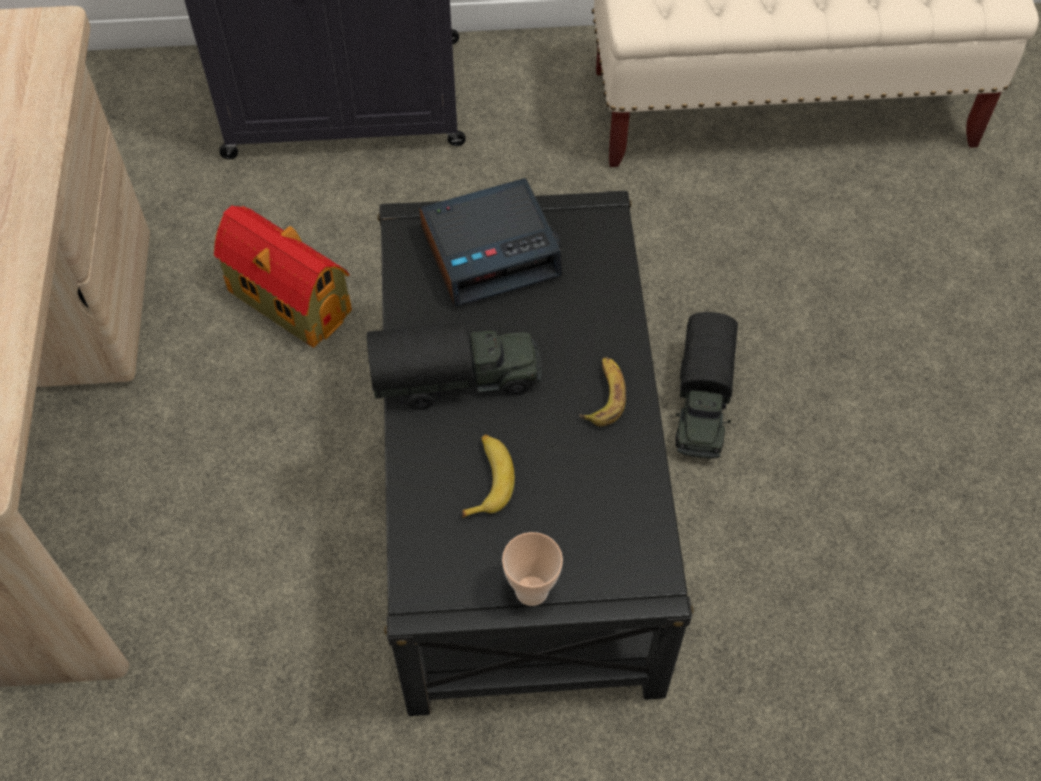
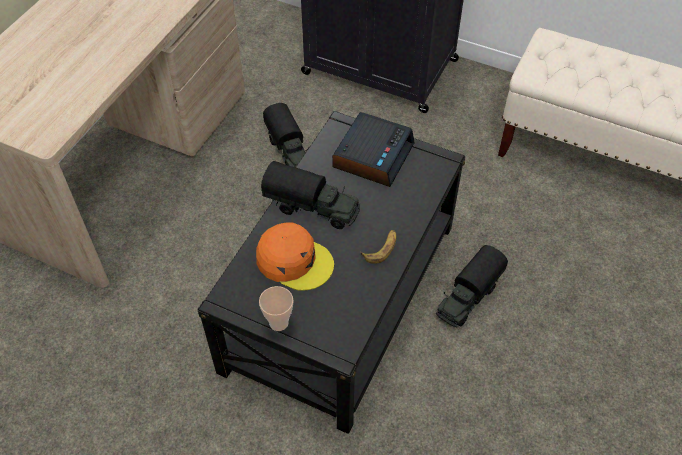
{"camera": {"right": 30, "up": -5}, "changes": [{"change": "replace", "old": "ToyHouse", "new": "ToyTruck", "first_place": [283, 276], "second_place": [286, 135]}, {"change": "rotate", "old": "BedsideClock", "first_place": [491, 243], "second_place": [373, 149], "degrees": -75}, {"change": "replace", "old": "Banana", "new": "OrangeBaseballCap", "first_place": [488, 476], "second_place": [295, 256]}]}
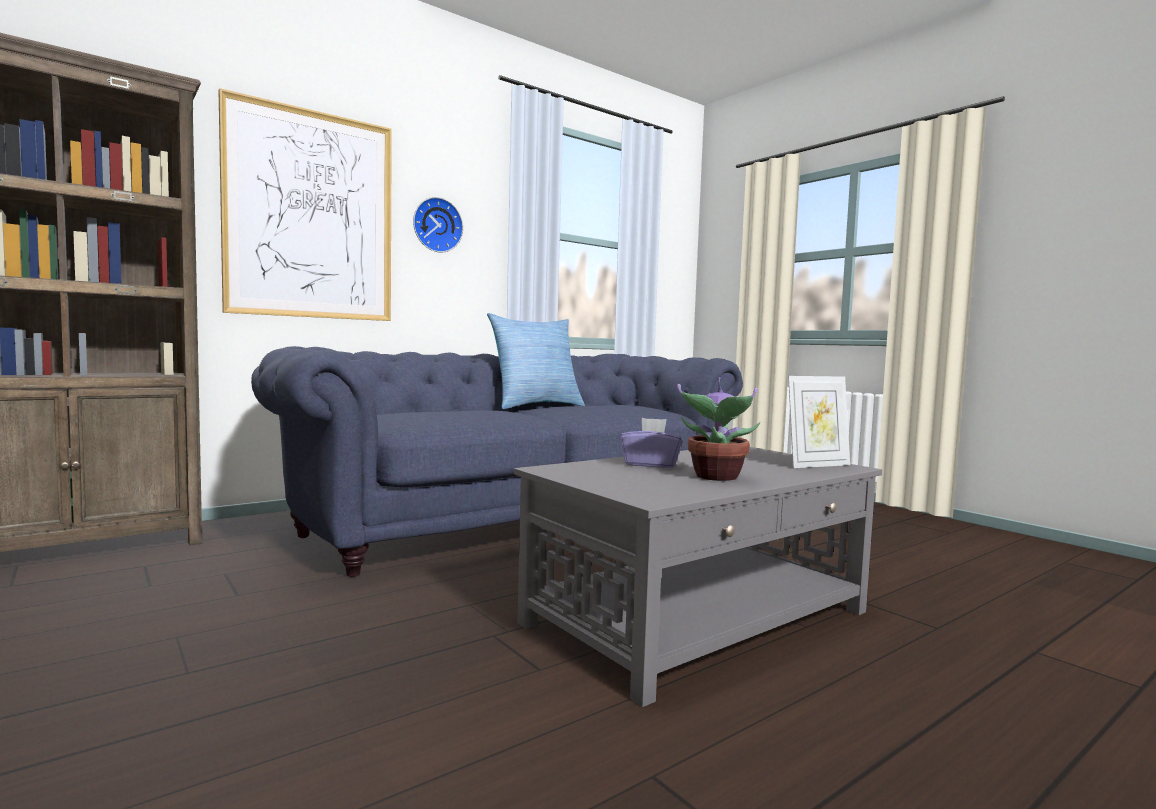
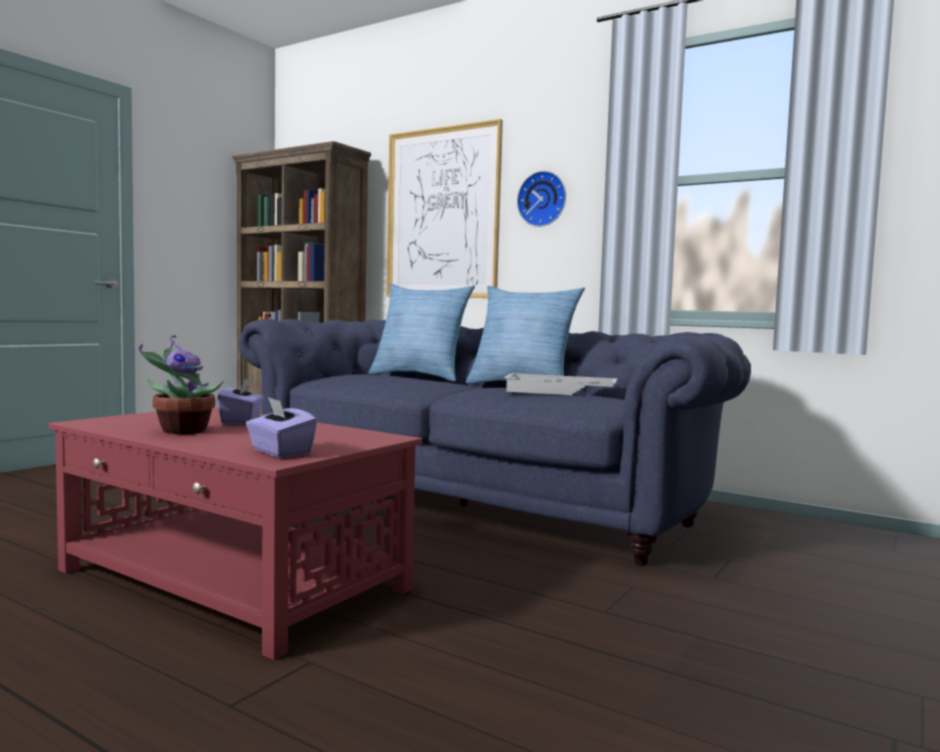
{"camera": {"right": 70, "up": 0}, "changes": [{"change": "recolor", "old": "GreyCoffeeTable", "new": "RedColouredCoffeeTable", "first_place": [698, 577], "second_place": [235, 533]}, {"change": "replace", "old": "PictureFrame", "new": "PurplishTissueHolder", "first_place": [819, 422], "second_place": [281, 427]}, {"change": "insert", "new": "Cushion", "second_place": [422, 333]}, {"change": "insert", "new": "WhiteServingTray", "second_place": [560, 384]}]}
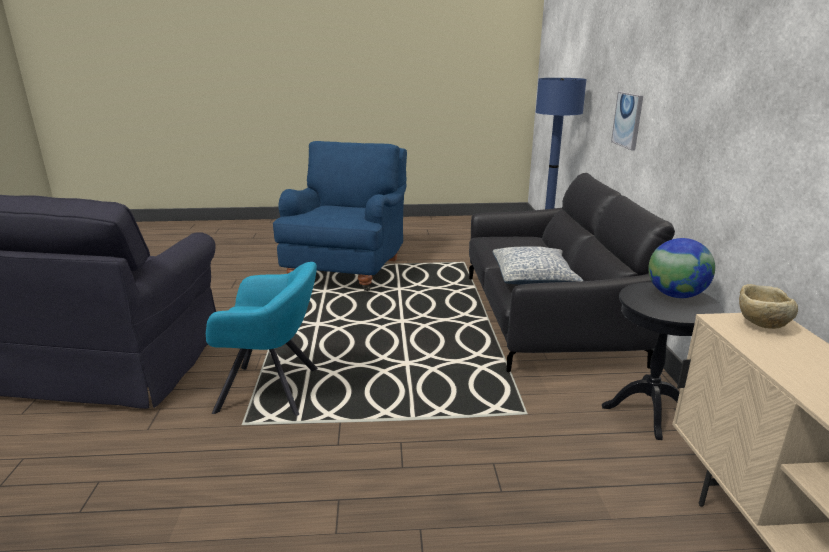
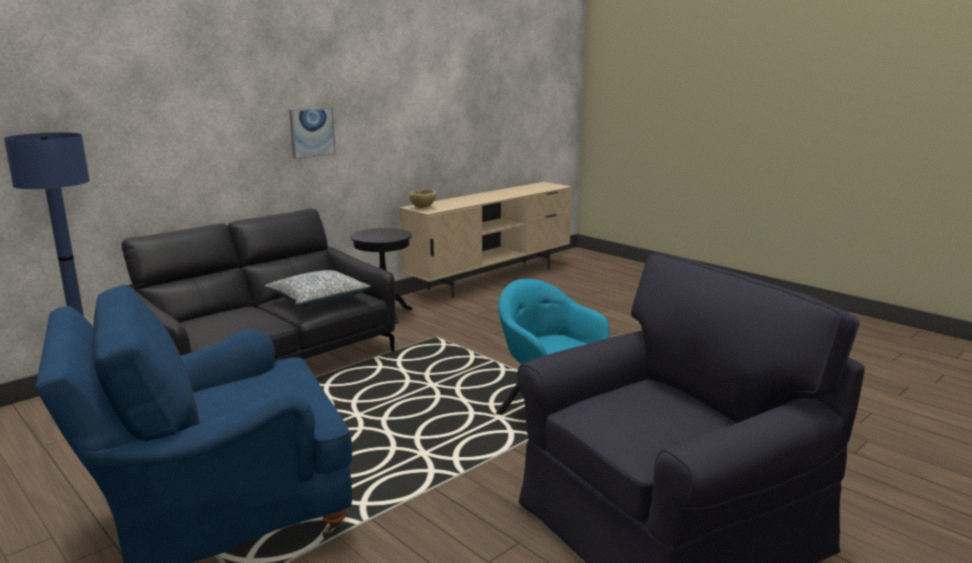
{"camera": {"right": -130, "up": -5}, "changes": [{"change": "move", "old": "Picture", "first_place": [627, 121], "second_place": [312, 133]}, {"change": "delete", "old": "Globe", "first_place": [681, 268]}]}
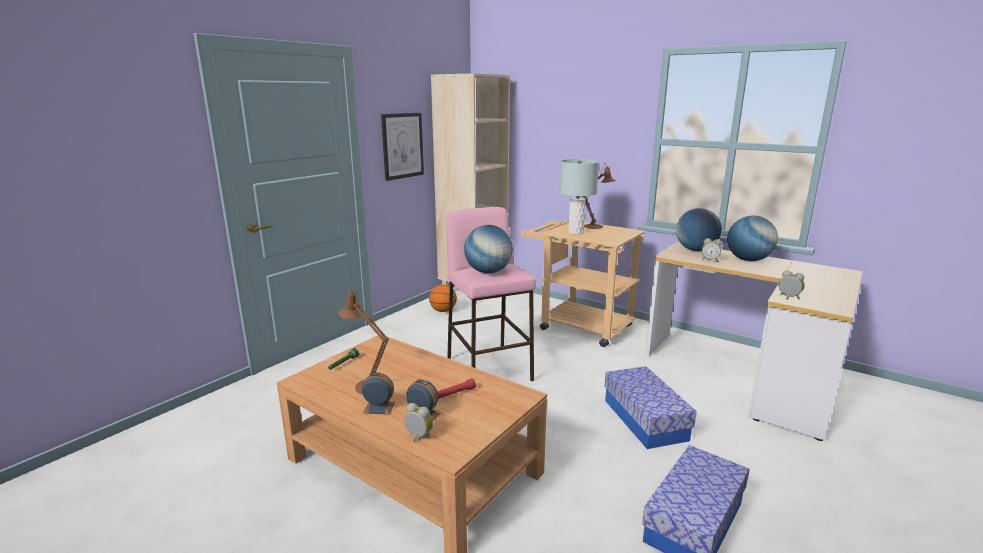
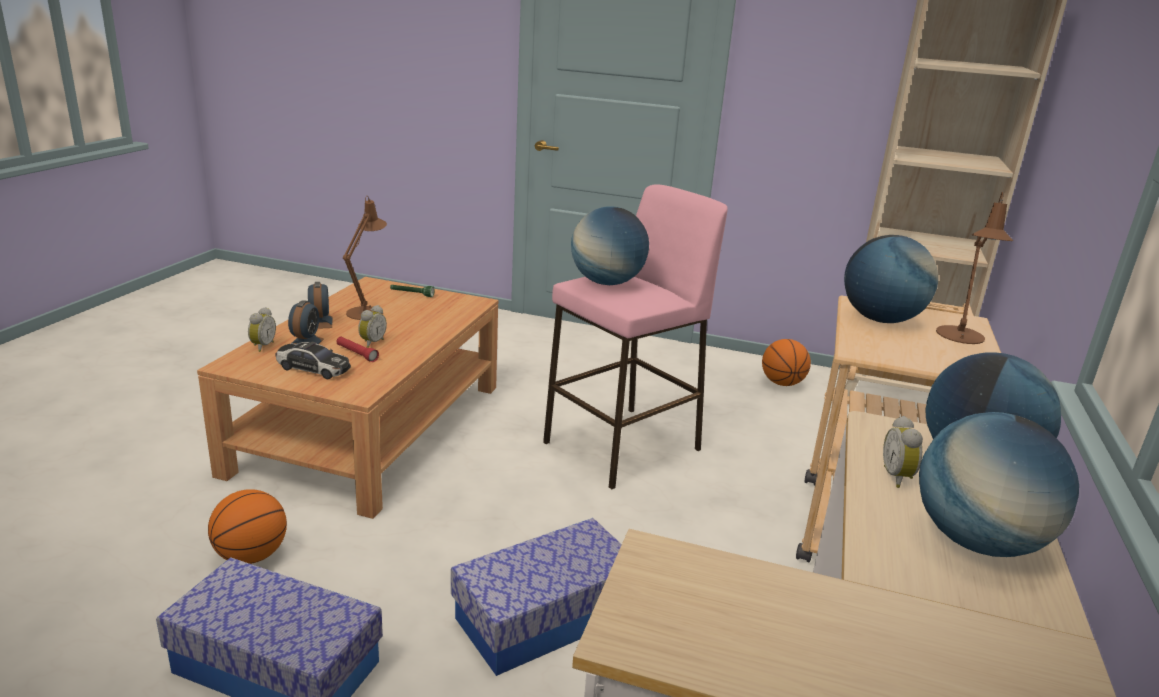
{"camera": {"right": 70, "up": 5}, "changes": [{"change": "delete", "old": "Picture", "first_place": [402, 147]}, {"change": "replace", "old": "GreyTabletopLamp", "new": "Globe", "first_place": [579, 196], "second_place": [891, 279]}, {"change": "move", "old": "BedsideClock", "first_place": [791, 285], "second_place": [372, 326]}, {"change": "insert", "new": "BallForBasketball", "second_place": [247, 526]}, {"change": "insert", "new": "ModelCar", "second_place": [313, 360]}]}
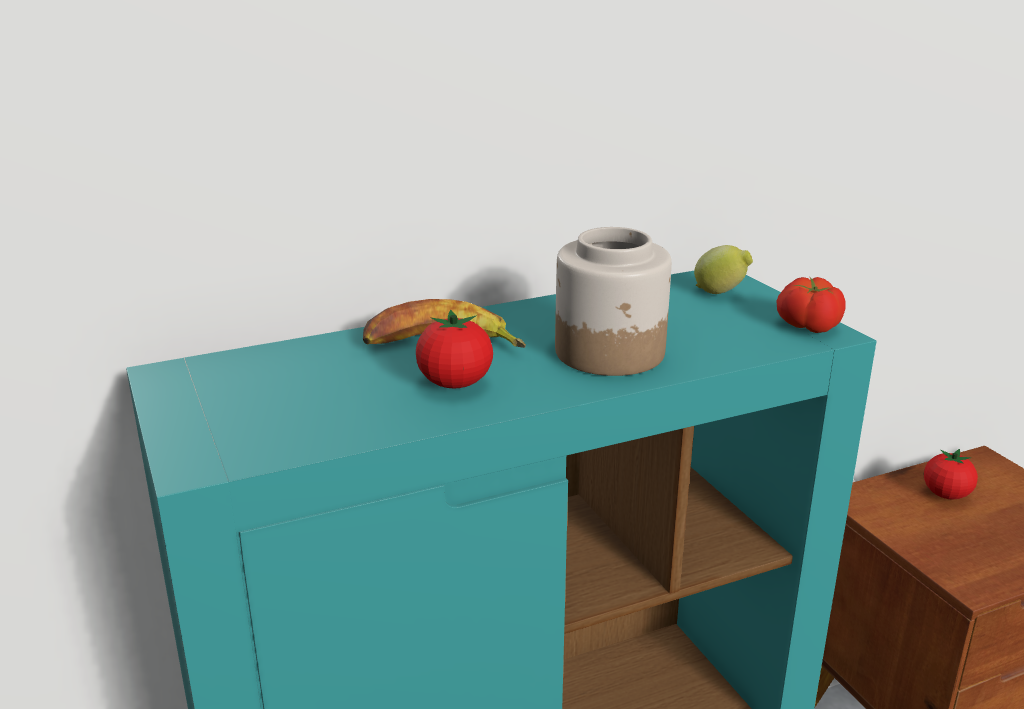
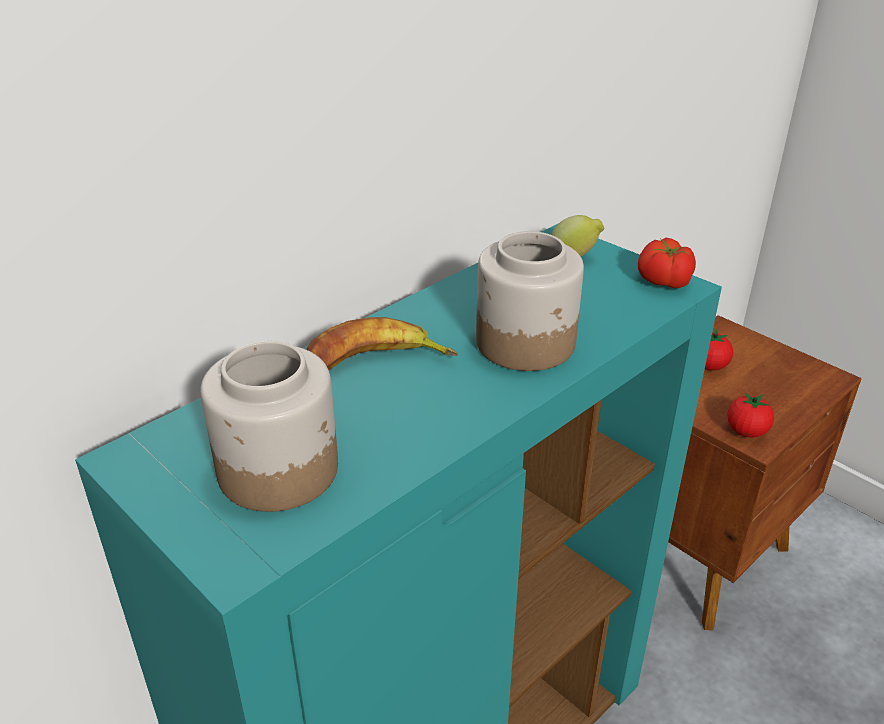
{"camera": {"right": -20, "up": 10}, "changes": [{"change": "move", "old": "FreshTomato", "first_place": [454, 349], "second_place": [750, 415]}, {"change": "insert", "new": "PreserveJar", "second_place": [269, 426]}]}
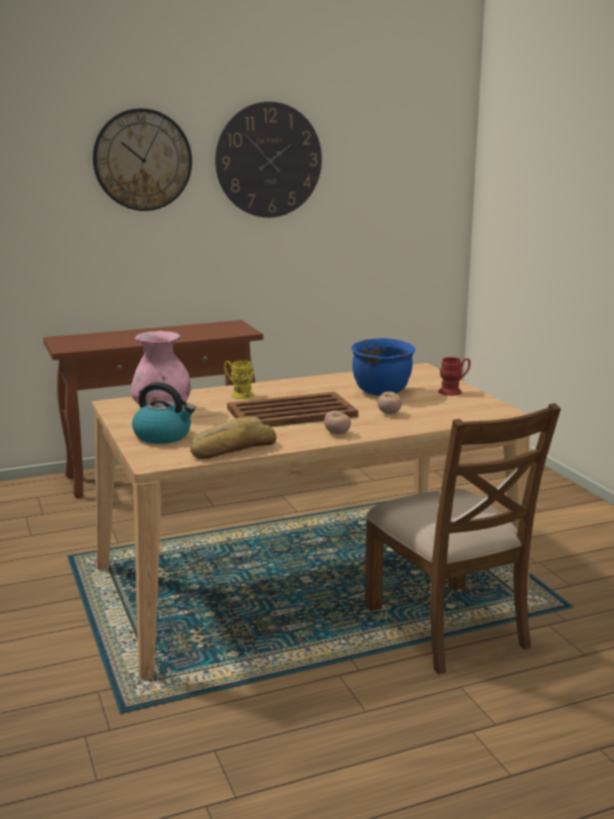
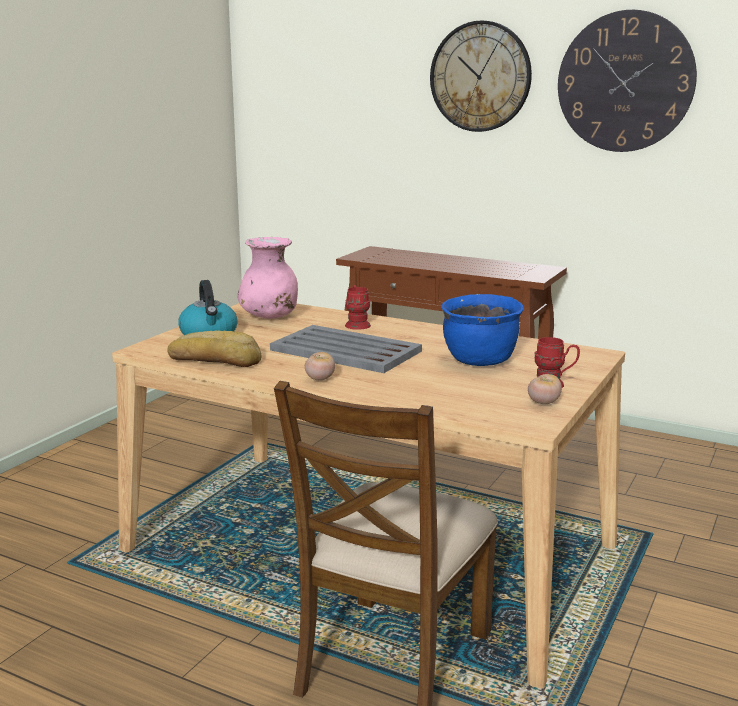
{"camera": {"right": 50, "up": 0}, "changes": [{"change": "recolor", "old": "YellowColouredMug", "new": "RedColouredMug", "first_place": [239, 379], "second_place": [358, 307]}, {"change": "recolor", "old": "BrownServingTray", "new": "GreyServingTray", "first_place": [292, 409], "second_place": [346, 349]}, {"change": "move", "old": "FreshTomato", "first_place": [389, 403], "second_place": [545, 389]}]}
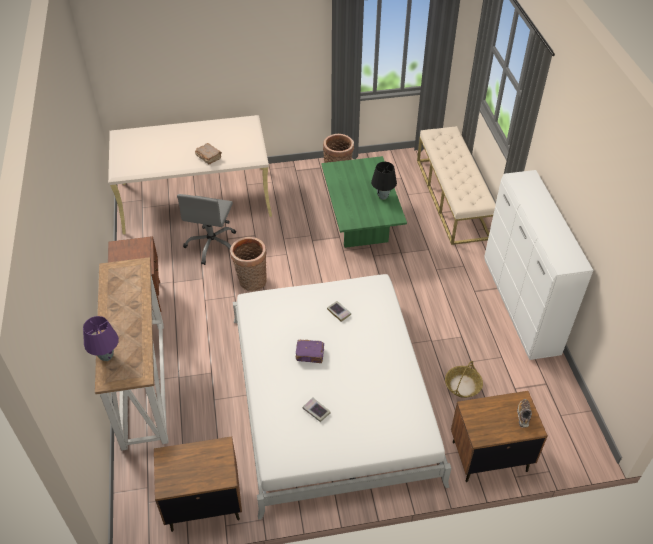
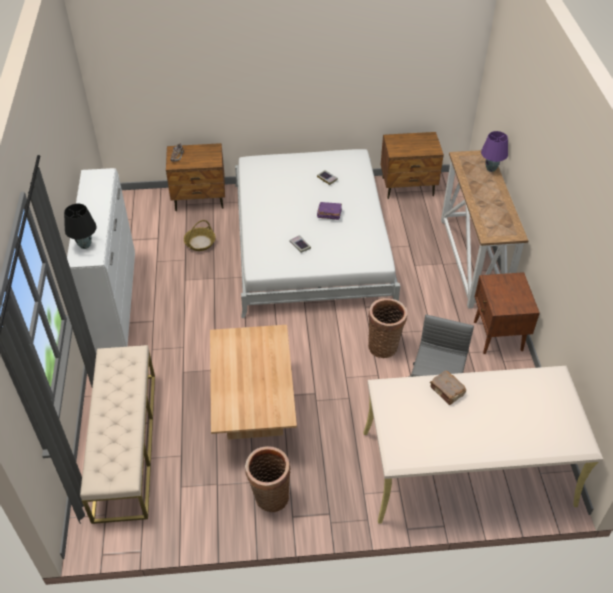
{"camera": {"right": -175, "up": 0}, "changes": [{"change": "recolor", "old": "GreenCoffeeTable", "new": "BeigeCoffeeTable", "first_place": [364, 202], "second_place": [253, 382]}, {"change": "move", "old": "BlackishTabletopLamp", "first_place": [384, 181], "second_place": [80, 226]}]}
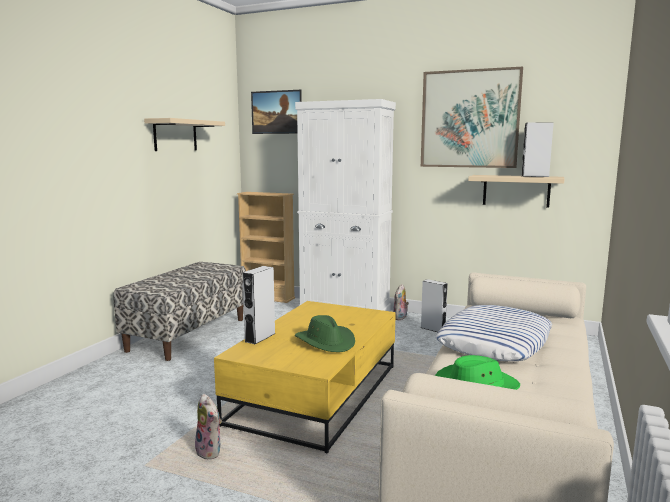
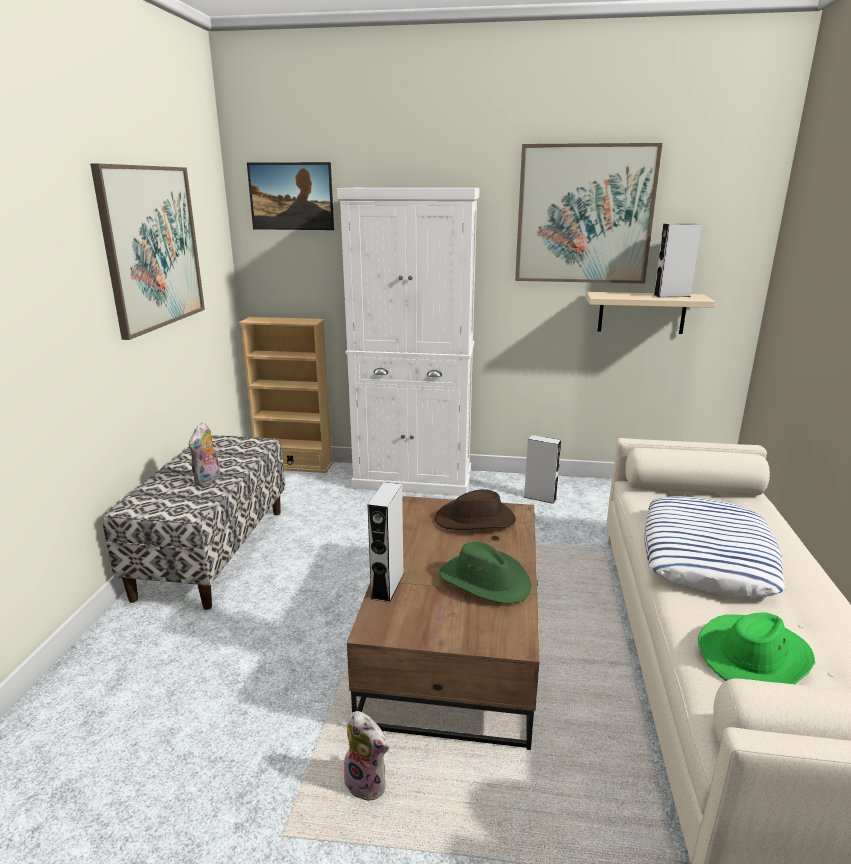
{"camera": {"right": -15, "up": 10}, "changes": [{"change": "replace", "old": "BeigeBracketShelf", "new": "Picture", "first_place": [184, 134], "second_place": [147, 252]}, {"change": "recolor", "old": "YellowColouredCoffeeTable", "new": "BrownCoffeeTable", "first_place": [305, 377], "second_place": [443, 623]}, {"change": "move", "old": "SoftToy", "first_place": [401, 302], "second_place": [204, 454]}, {"change": "insert", "new": "BrownWearableHat", "second_place": [475, 509]}]}
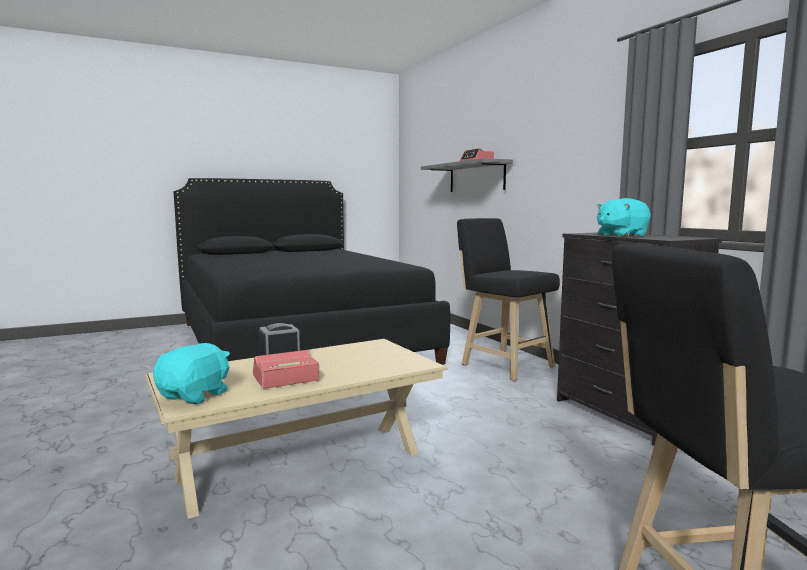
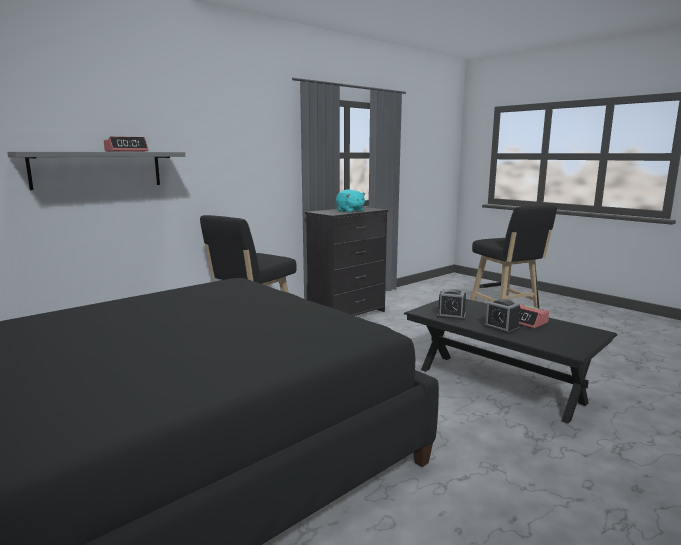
{"camera": {"right": -105, "up": 5}, "changes": [{"change": "recolor", "old": "BeigeCoffeeTable", "new": "BlackishCoffeeTable", "first_place": [296, 429], "second_place": [511, 361]}, {"change": "delete", "old": "BlueGreenSoftToy", "first_place": [191, 373]}, {"change": "insert", "new": "BedsideClock", "second_place": [451, 304]}]}
